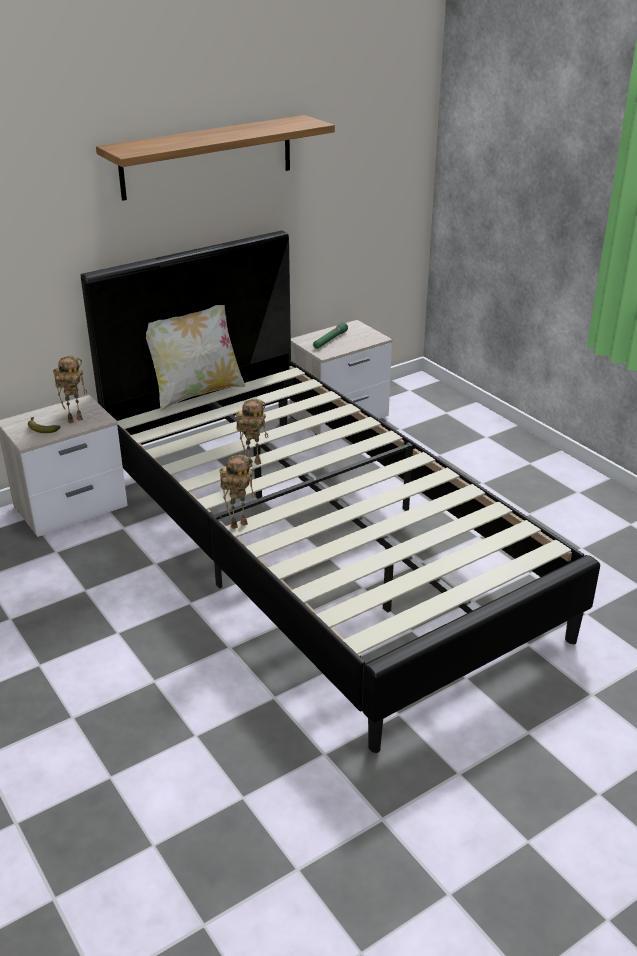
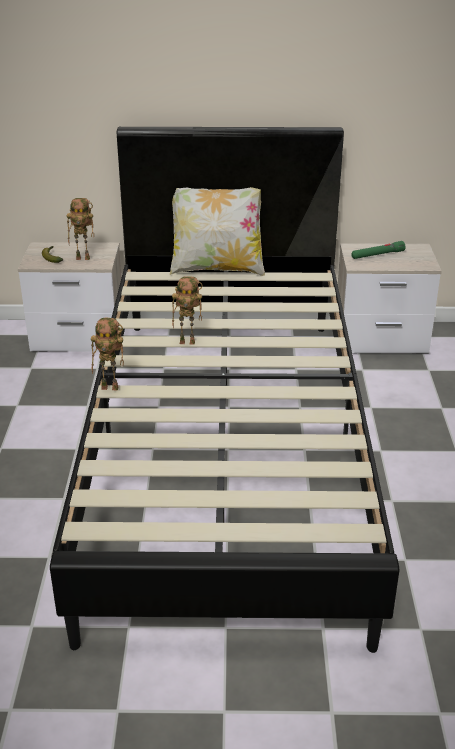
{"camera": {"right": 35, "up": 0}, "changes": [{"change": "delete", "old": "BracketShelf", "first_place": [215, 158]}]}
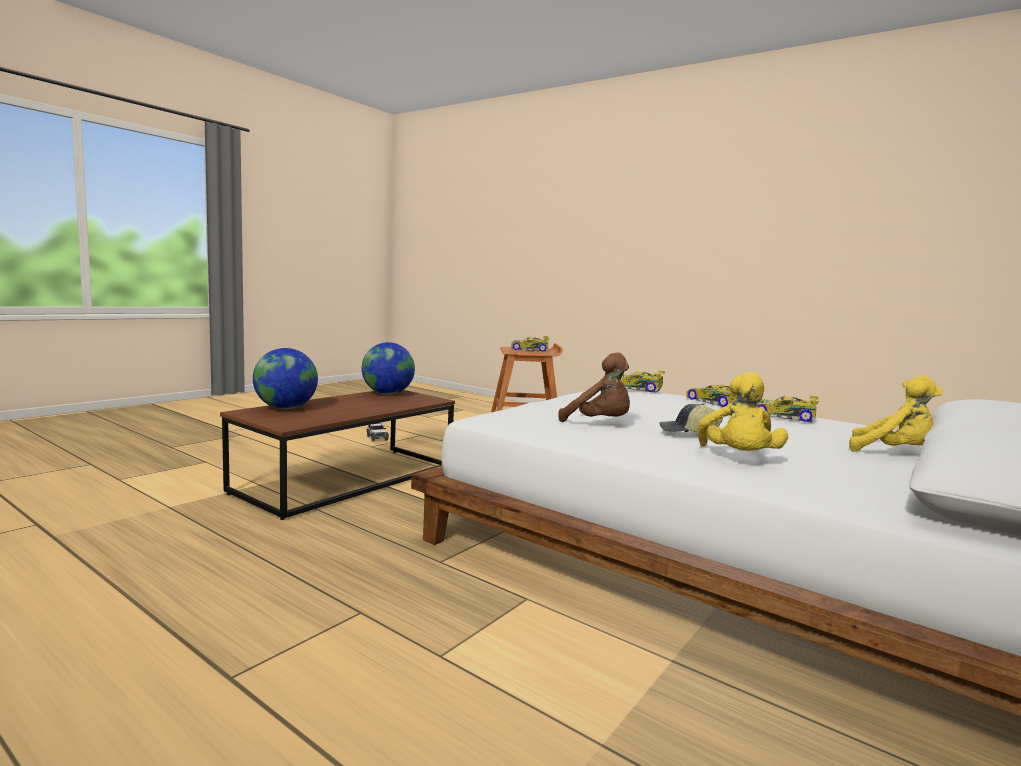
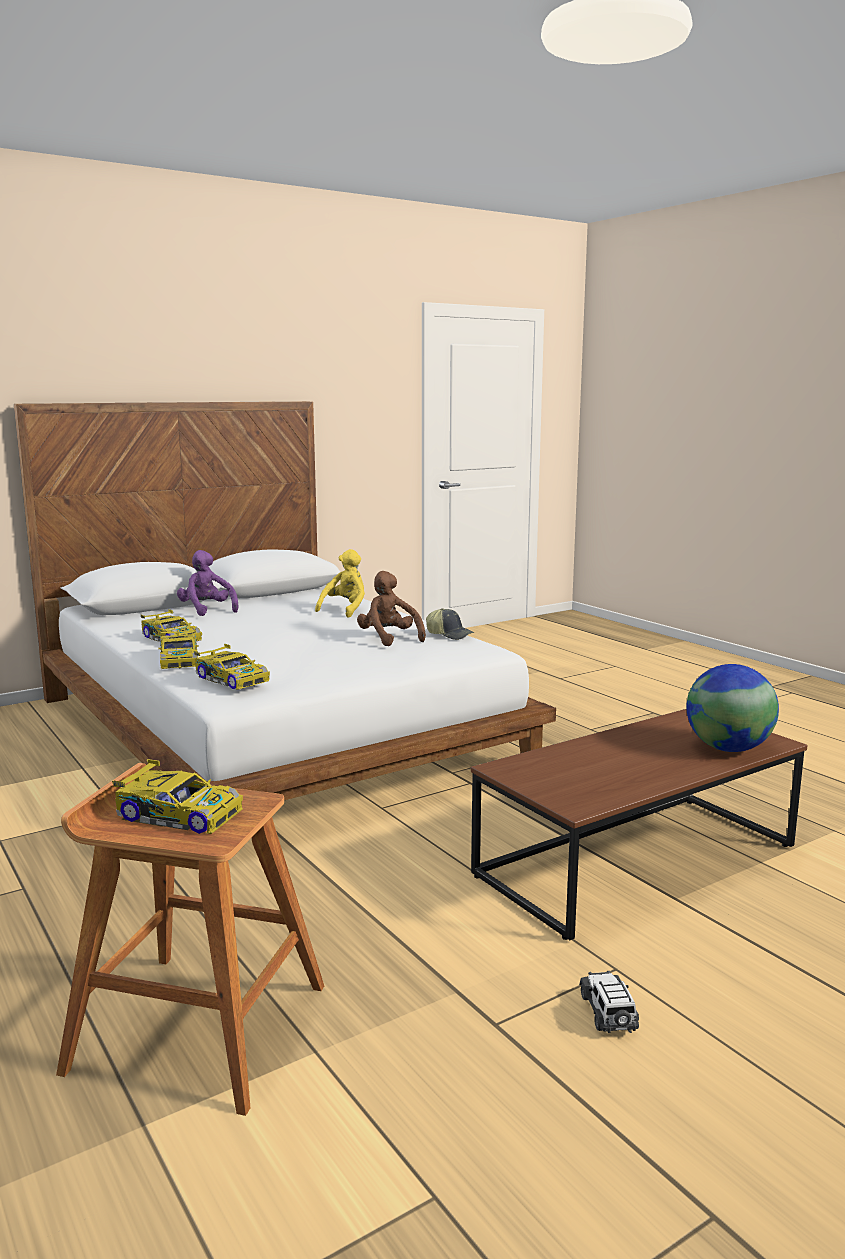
{"camera": {"right": -160, "up": 5}, "changes": [{"change": "delete", "old": "Globe", "first_place": [388, 368]}, {"change": "move", "old": "BaseballCap", "first_place": [691, 418], "second_place": [450, 624]}, {"change": "recolor", "old": "YellowColouredSoftToy", "new": "PurplishSoftToy", "first_place": [896, 413], "second_place": [208, 583]}]}
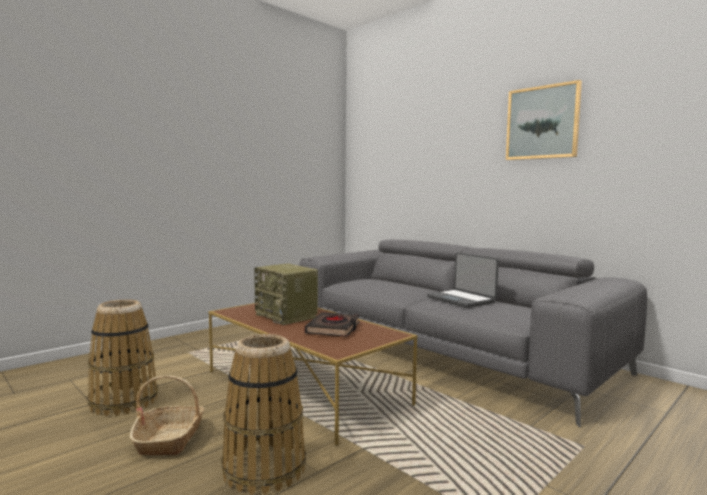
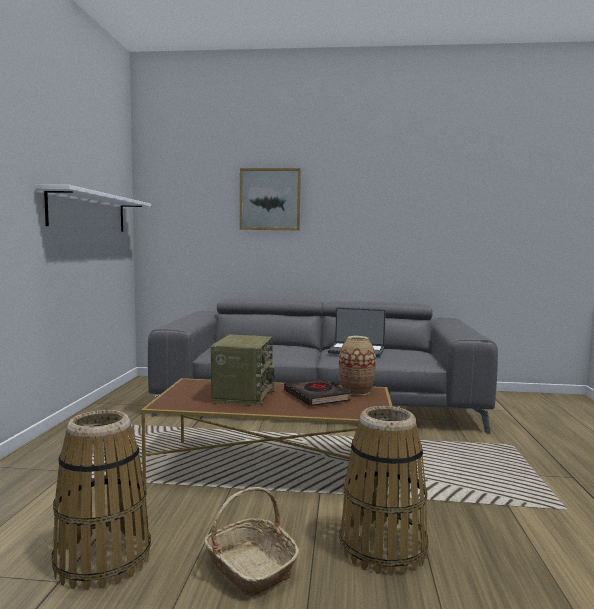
{"camera": {"right": -40, "up": 0}, "changes": [{"change": "rotate", "old": "RadioReceiver", "first_place": [286, 294], "second_place": [243, 370], "degrees": -90}, {"change": "move", "old": "Picture", "first_place": [544, 120], "second_place": [270, 199]}, {"change": "insert", "new": "WhiteBracketShelf", "second_place": [93, 208]}, {"change": "insert", "new": "FlowerVase", "second_place": [357, 365]}]}
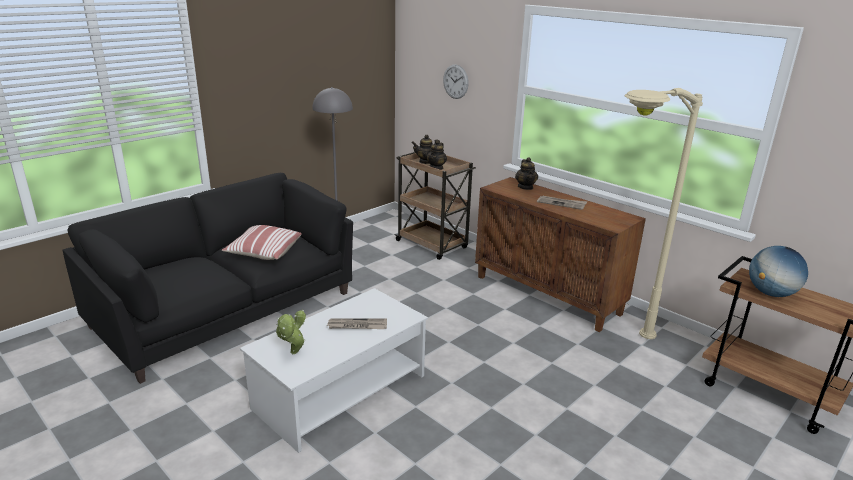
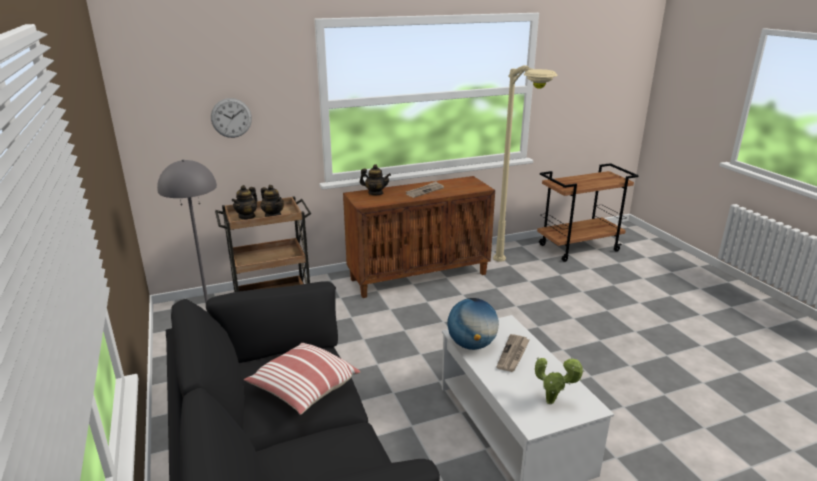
{"camera": {"right": -65, "up": 0}, "changes": [{"change": "move", "old": "Globe", "first_place": [778, 271], "second_place": [473, 324]}]}
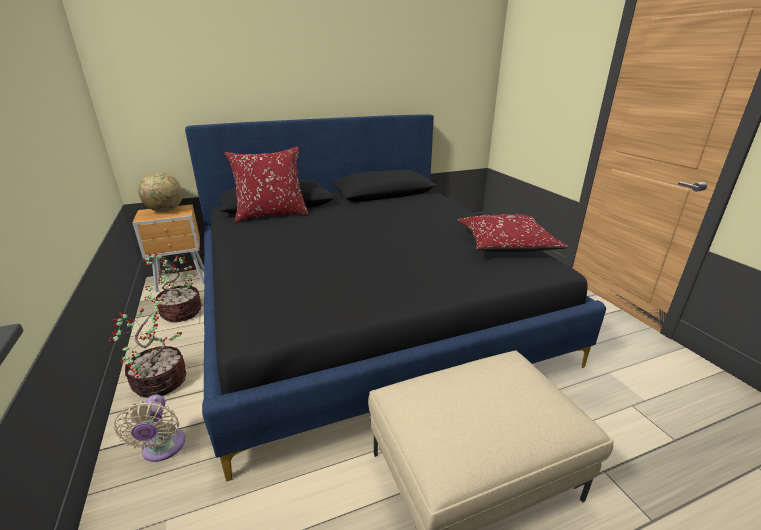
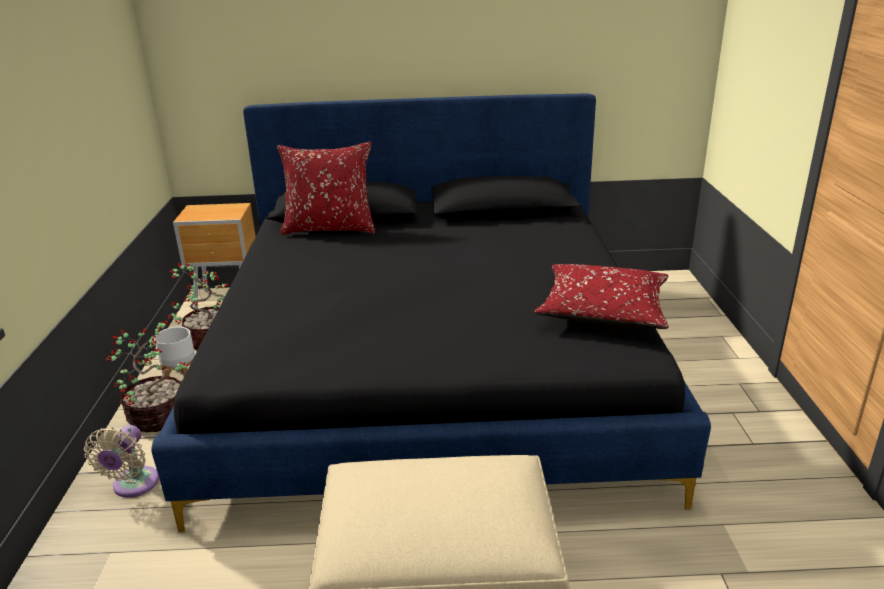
{"camera": {"right": 20, "up": 0}, "changes": [{"change": "delete", "old": "Globe", "first_place": [160, 192]}, {"change": "insert", "new": "WhiteFlowerPot", "second_place": [174, 351]}]}
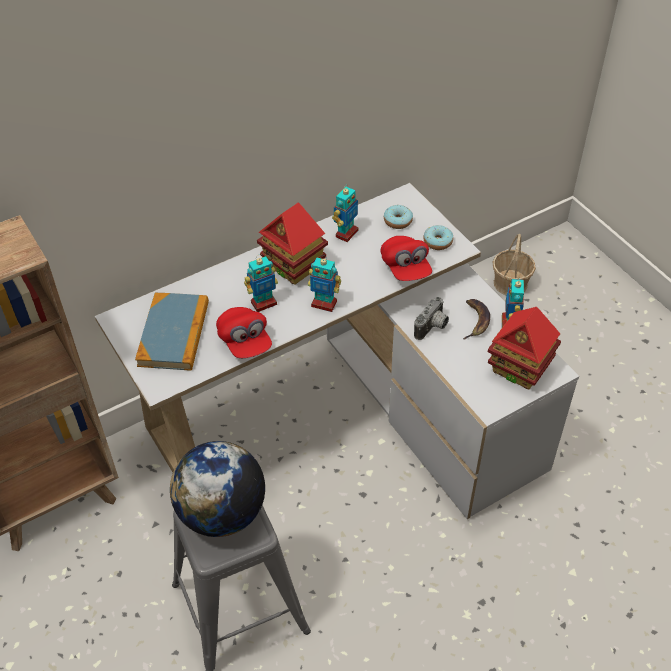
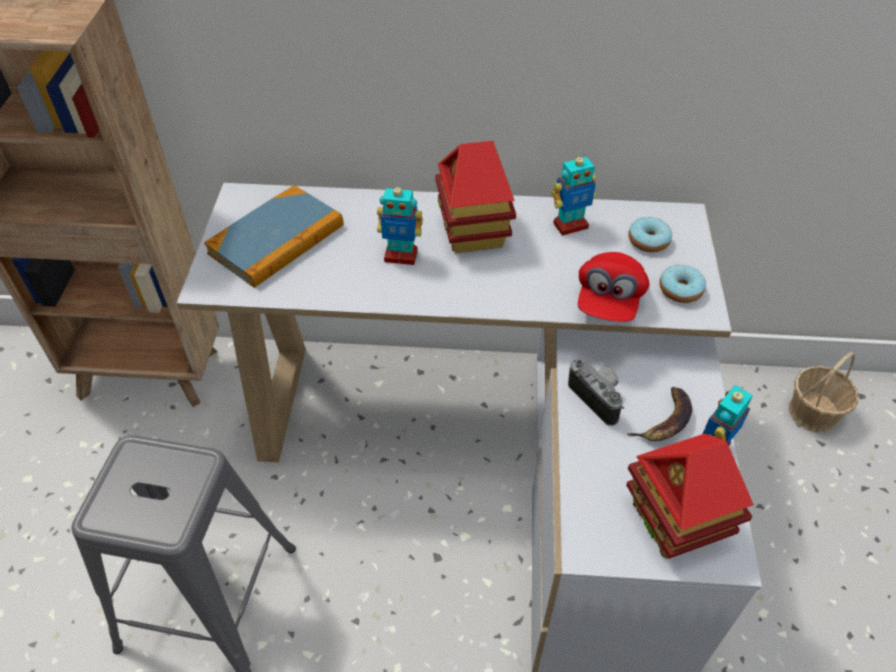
{"camera": {"right": 35, "up": 0}, "changes": [{"change": "delete", "old": "Globe", "first_place": [217, 489]}, {"change": "delete", "old": "RedColouredBaseballCap", "first_place": [244, 332]}, {"change": "delete", "old": "ToyRobot", "first_place": [324, 284]}, {"change": "rotate", "old": "StillCamera", "first_place": [431, 318], "second_place": [596, 392], "degrees": -105}]}
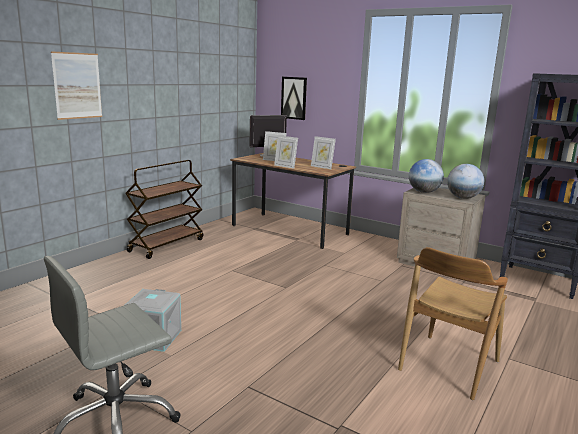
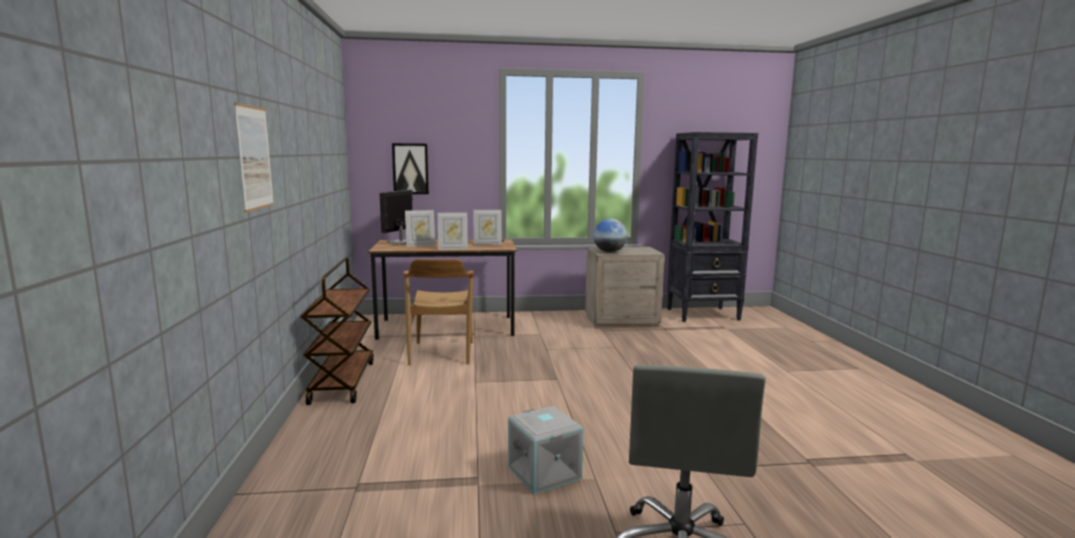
{"camera": {"right": -40, "up": -5}, "changes": [{"change": "move", "old": "BrownUprightChair", "first_place": [453, 323], "second_place": [438, 312]}, {"change": "delete", "old": "Globe", "first_place": [465, 181]}]}
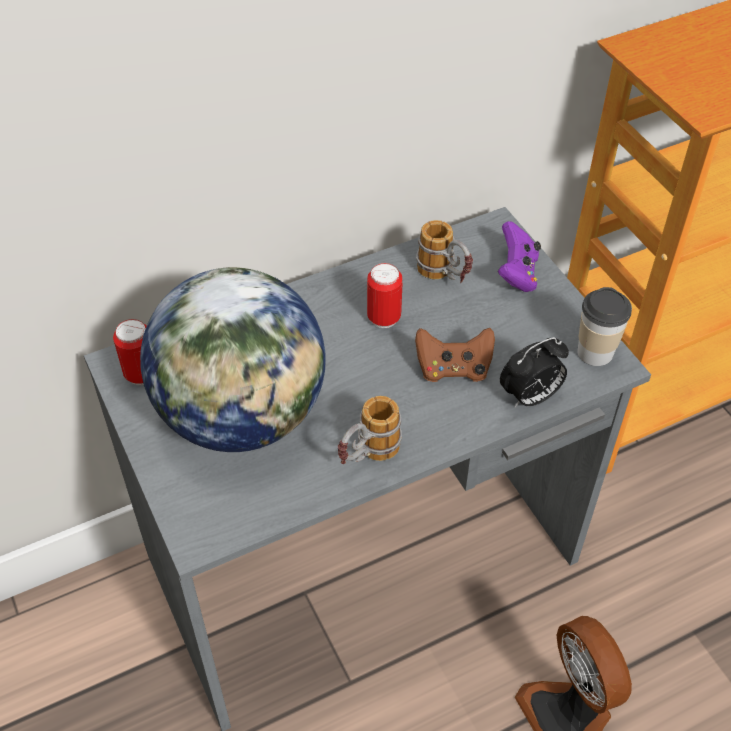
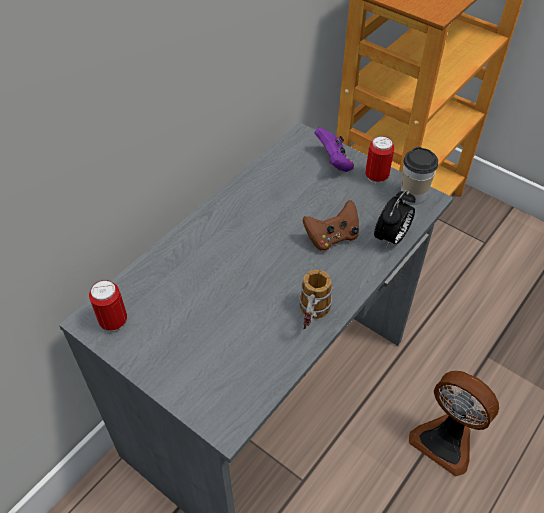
{"camera": {"right": -25, "up": 0}, "changes": [{"change": "delete", "old": "Globe", "first_place": [233, 359]}, {"change": "move", "old": "MetalCan", "first_place": [384, 295], "second_place": [379, 159]}, {"change": "delete", "old": "Mug", "first_place": [444, 252]}]}
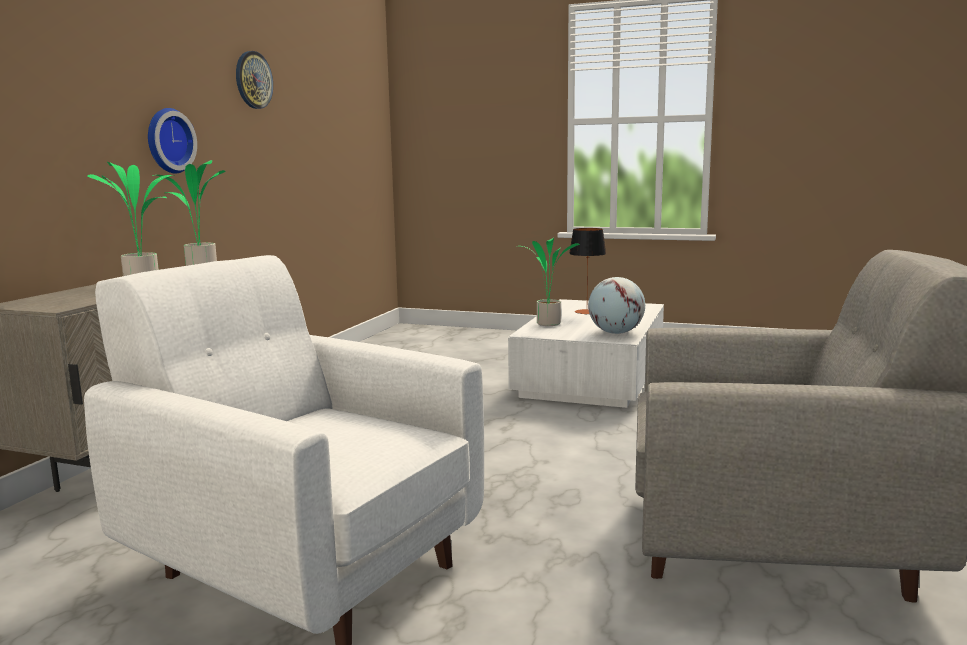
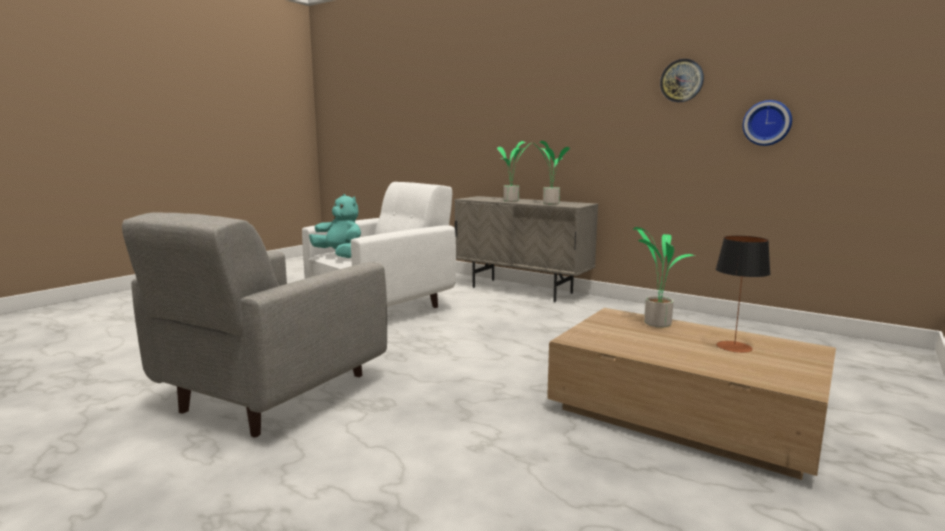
{"camera": {"right": 105, "up": 0}, "changes": [{"change": "move", "old": "WallClock", "first_place": [172, 140], "second_place": [767, 123]}, {"change": "recolor", "old": "WhiteCoffeeTable", "new": "BrownCoffeeTable", "first_place": [586, 353], "second_place": [691, 394]}, {"change": "delete", "old": "Globe", "first_place": [616, 305]}, {"change": "insert", "new": "BlueGreenSoftToy", "second_place": [335, 226]}]}
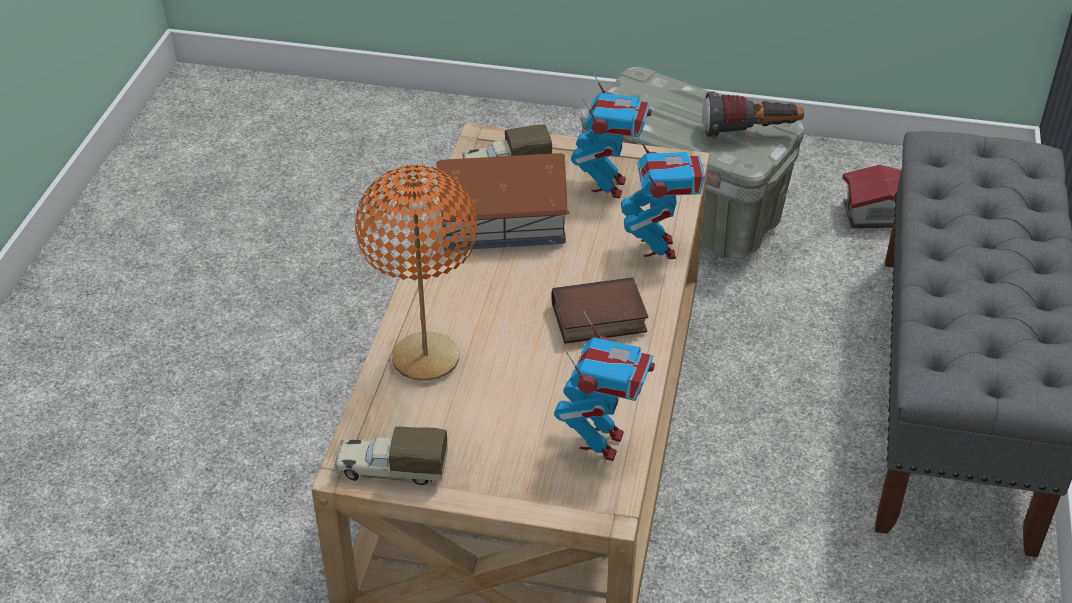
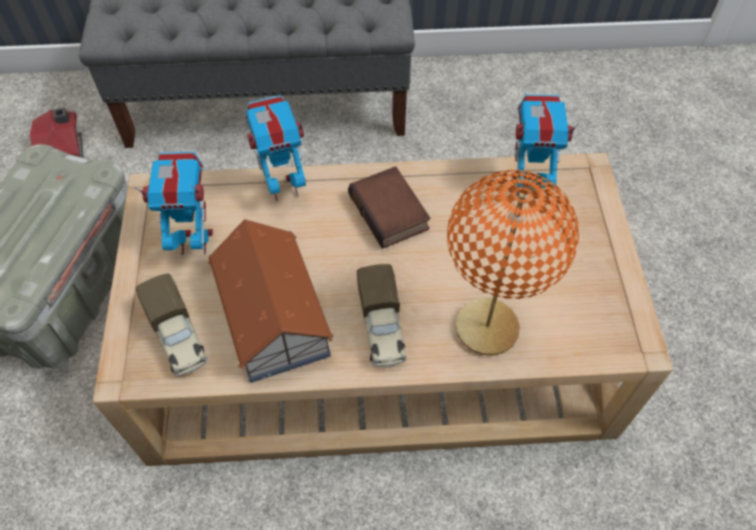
{"camera": {"right": -105, "up": 15}, "changes": [{"change": "move", "old": "ToyTruck", "first_place": [391, 455], "second_place": [382, 315]}, {"change": "delete", "old": "Torch", "first_place": [753, 114]}]}
